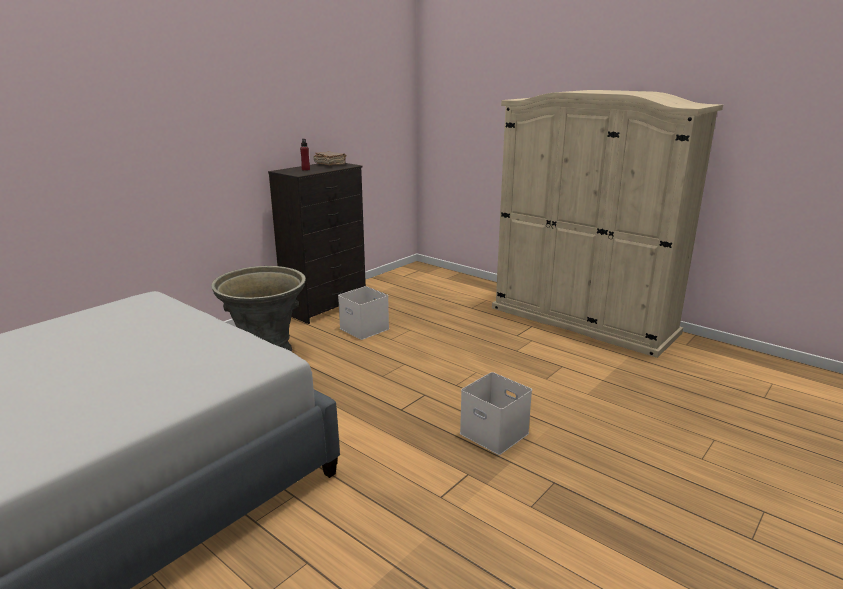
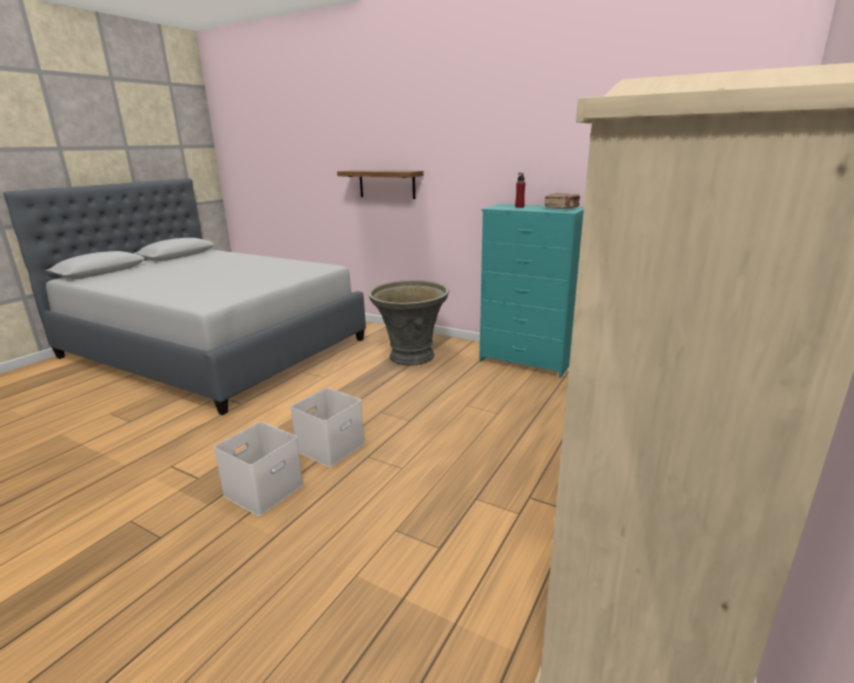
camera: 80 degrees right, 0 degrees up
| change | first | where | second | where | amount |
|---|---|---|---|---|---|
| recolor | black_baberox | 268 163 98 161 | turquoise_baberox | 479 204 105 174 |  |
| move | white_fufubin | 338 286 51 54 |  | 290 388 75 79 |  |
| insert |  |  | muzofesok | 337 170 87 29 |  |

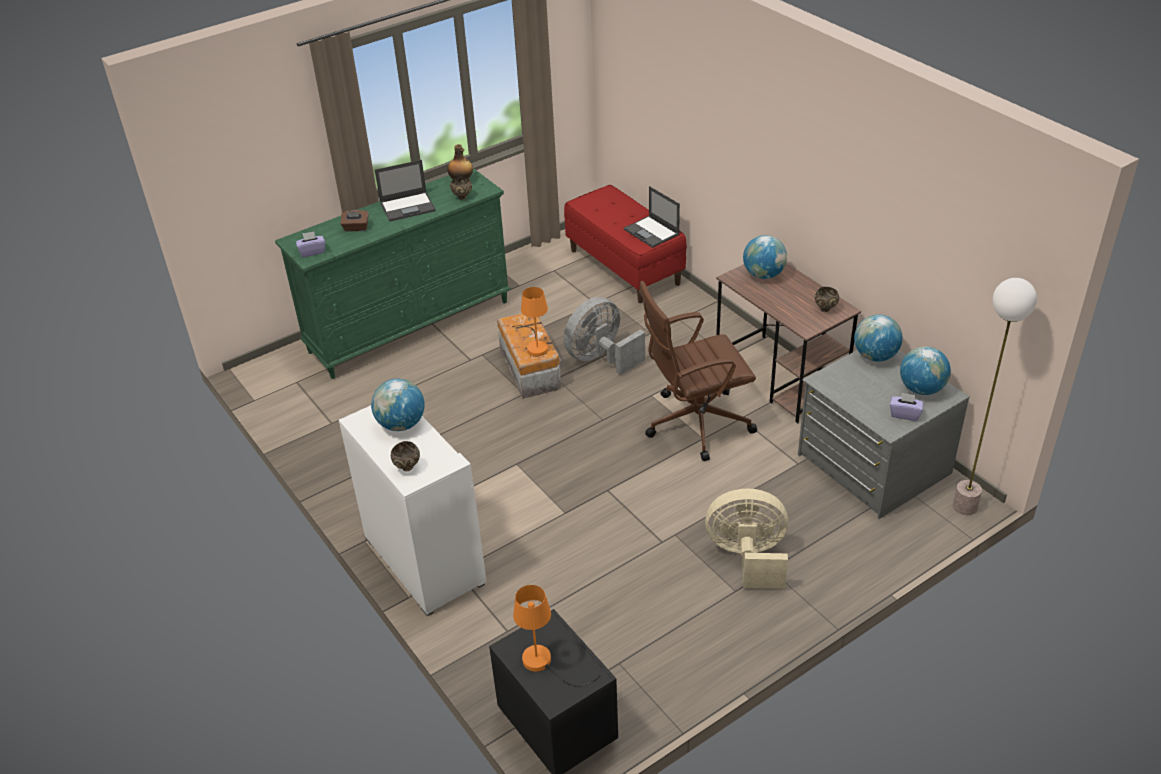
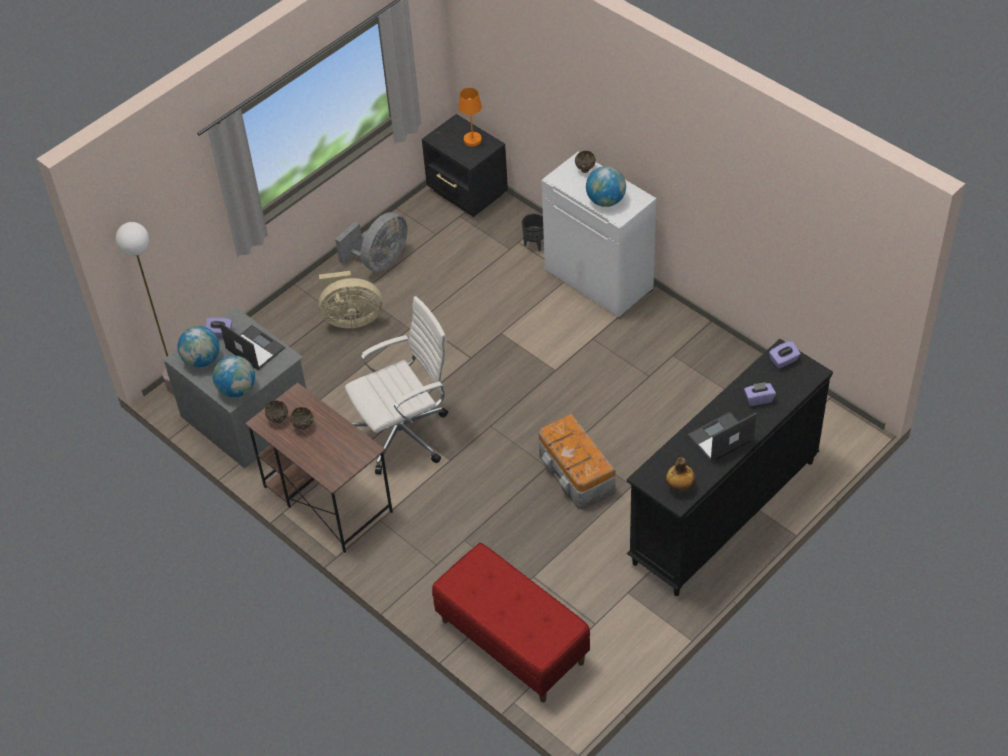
camera: 170 degrees right, 10 degrees up
| change | first | where | second | where | amount |
|---|---|---|---|---|---|
| recolor | green_baberox | 275 168 236 211 | black_baberox | 627 339 206 257 |  |
| move | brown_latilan | 450 176 22 24 |  | 290 407 23 23 |  |
| move | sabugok | 624 186 56 62 |  | 219 322 66 48 |  |
| recolor | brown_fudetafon | 340 210 29 22 | purple_fudetafon | 744 382 32 24 |  |
| delete | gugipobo | 743 235 44 44 |  |  |  |
| recolor | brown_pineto | 639 281 118 180 | white_pineto | 345 296 103 178 |  |
| delete | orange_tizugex | 512 287 36 70 |  |  |  |
| move | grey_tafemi | 564 297 81 78 |  | 335 212 73 59 |  |
| insert |  |  | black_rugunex | 522 213 22 38 |  |

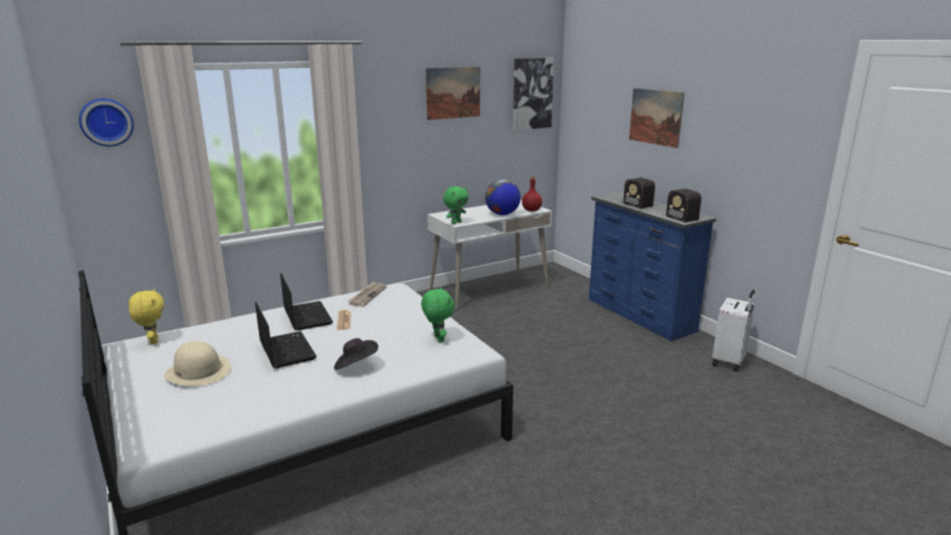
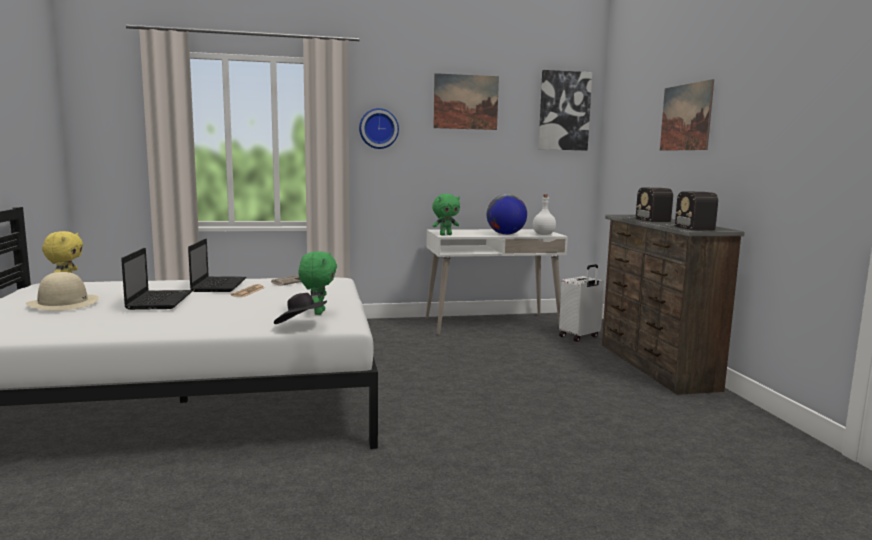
camera: 20 degrees right, 10 degrees down
| change | first | where | second | where | amount |
|---|---|---|---|---|---|
| move | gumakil | 79 98 55 49 |  | 359 108 40 41 |  |
| recolor | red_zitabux | 522 176 20 35 | white_zitabux | 533 194 23 41 |  |
| recolor | blue_baberox | 589 192 127 149 | brown_baberox | 602 215 143 180 |  |
| move | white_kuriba | 712 290 43 81 |  | 559 264 45 78 |  |
| move | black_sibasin | 334 338 44 32 |  | 274 293 53 31 |  |

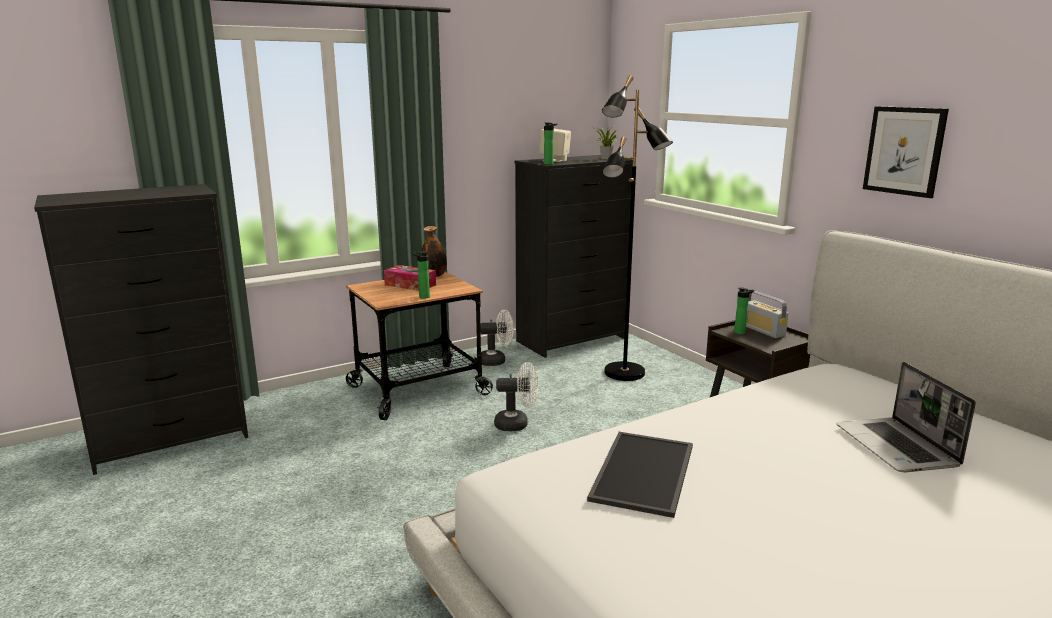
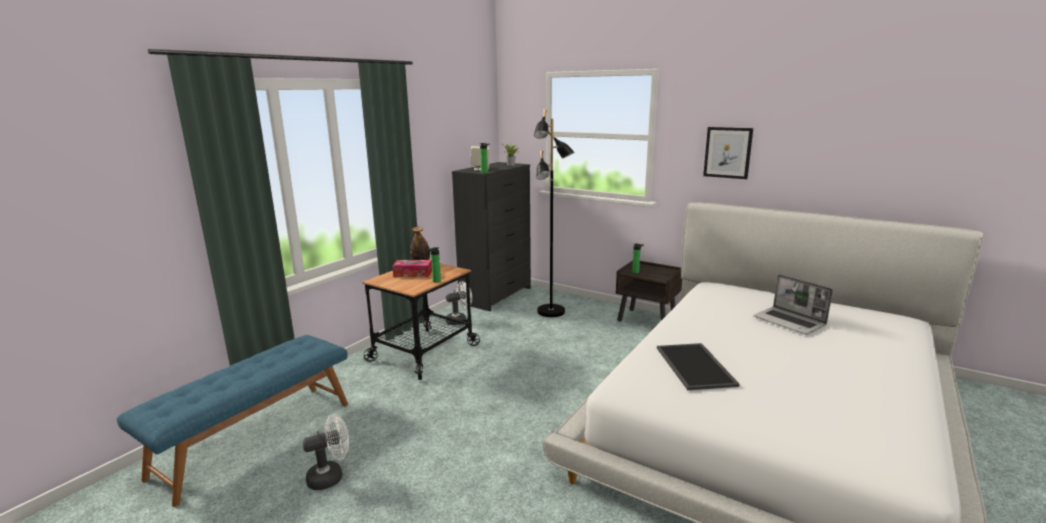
camera: 25 degrees left, 0 degrees up
| change | first | where | second | where | amount |
|---|---|---|---|---|---|
| replace | black_baberox | 34 184 214 291 | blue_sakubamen | 117 335 231 172 |  |
| delete | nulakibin | 746 291 43 47 |  |  |  |
| move | white_tafemi | 494 362 44 69 |  | 302 414 47 76 |  |

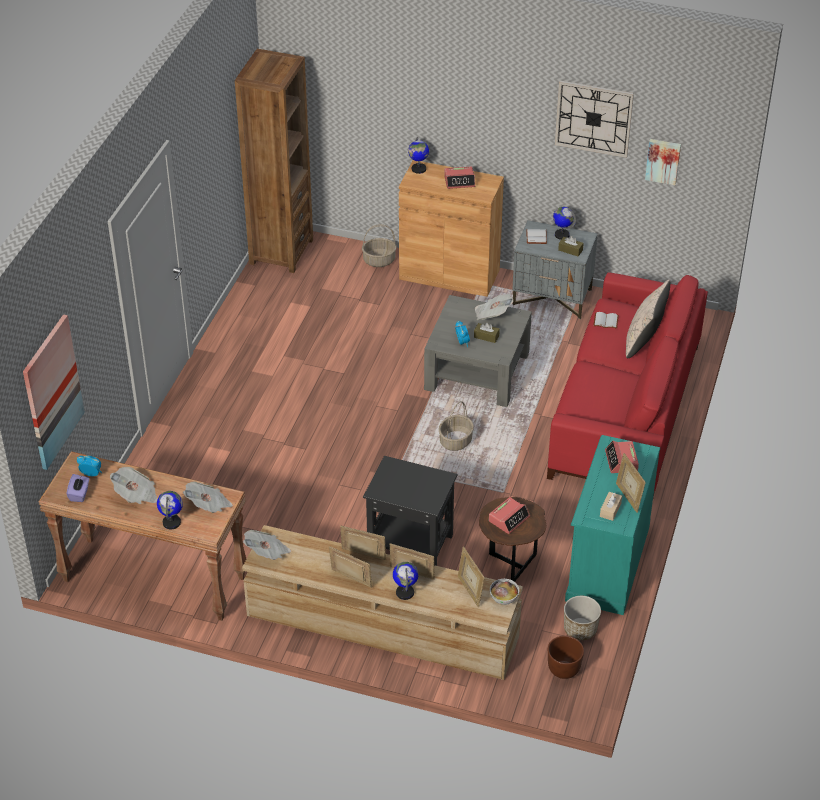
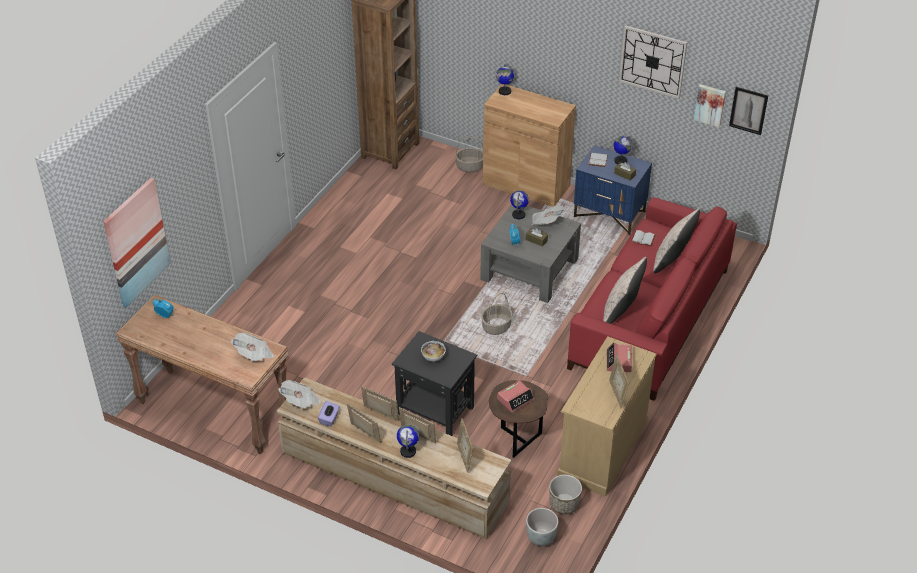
camera: 10 degrees right, 0 degrees up
| change | first | where | second | where | amount |
|---|---|---|---|---|---|
| delete | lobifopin | 444 167 31 22 |  |  |  |
| recolor | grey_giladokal | 512 220 86 99 | blue_giladokal | 574 145 78 90 |  |
| recolor | turquoise_baberox | 565 435 95 180 | beige_baberox | 557 337 100 160 |  |
| delete | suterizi | 110 467 47 37 |  |  |  |
| move | purple_fudetafon | 67 474 22 28 |  | 318 401 22 25 |  |
| move | gugipobo | 157 491 26 38 |  | 510 190 19 29 |  |
| delete | beige_fudetafon | 600 492 22 29 |  |  |  |
| move | latilan | 490 579 29 26 |  | 421 341 25 21 |  |
| recolor | brown_rugunex | 548 636 36 43 | grey_rugunex | 526 508 32 38 |  |
| insert |  |  | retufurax | 729 87 39 48 |  |
| insert |  |  | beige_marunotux | 603 257 44 67 |  |

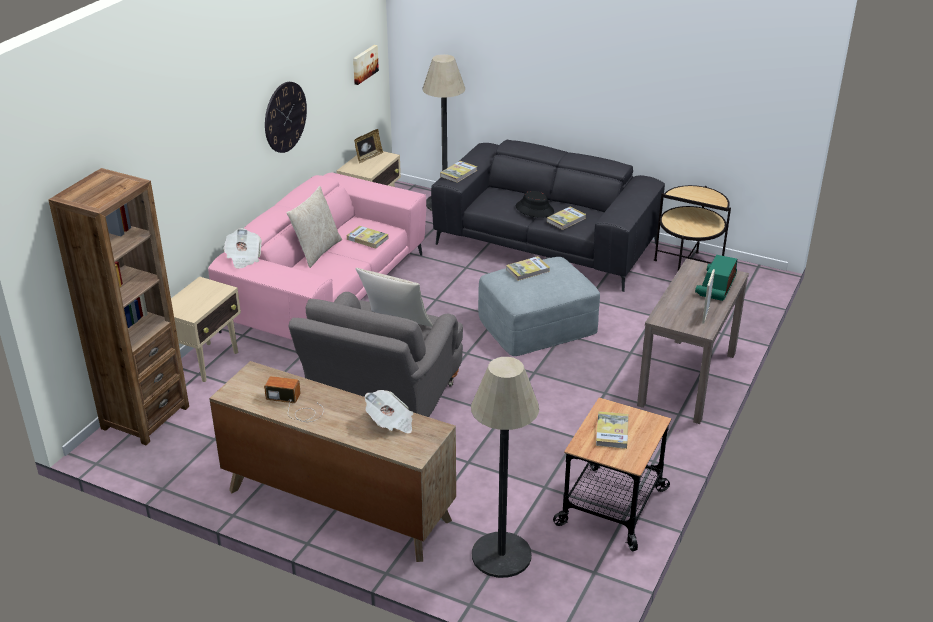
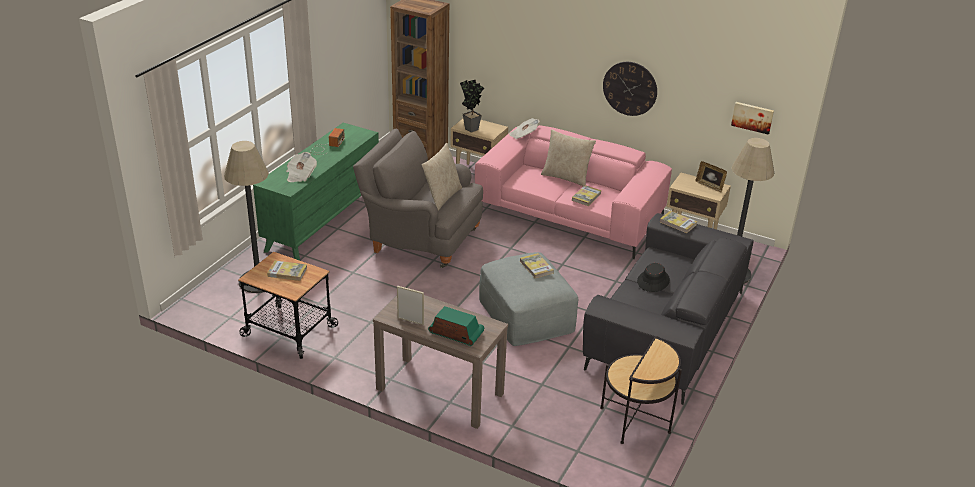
camera: 90 degrees right, 0 degrees up
| change | first | where | second | where | amount |
|---|---|---|---|---|---|
| delete | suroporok | 547 207 39 23 |  |  |  |
| recolor | brown_baberox | 209 361 247 201 | green_baberox | 253 123 126 138 |  |
| insert |  |  | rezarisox | 460 80 24 52 |  |

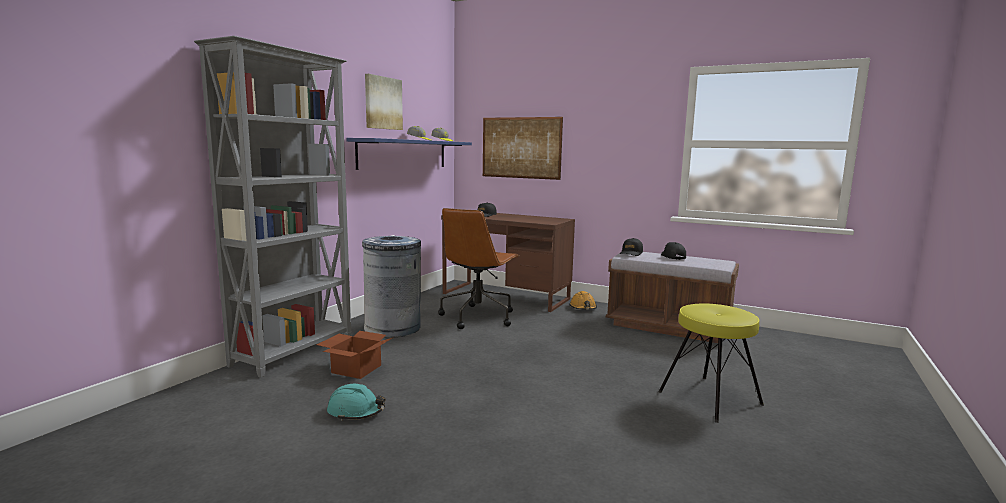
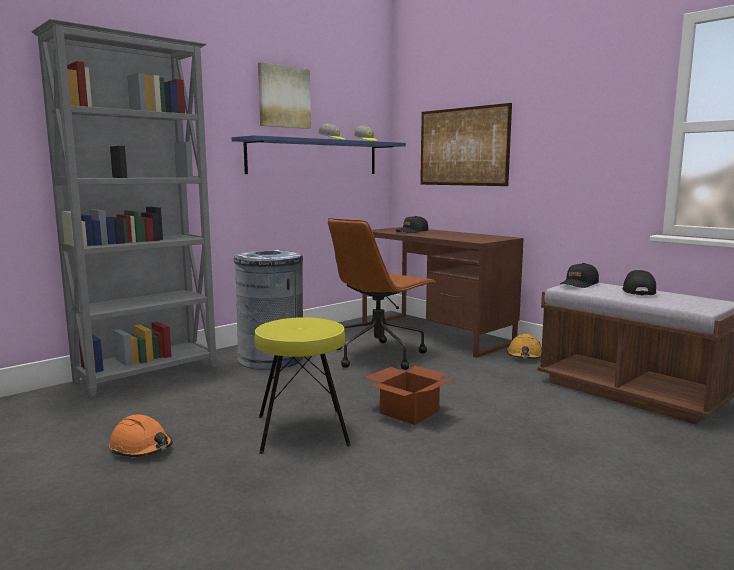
camera: 20 degrees right, 0 degrees up
| change | first | where | second | where | amount |
|---|---|---|---|---|---|
| move | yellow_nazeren | 659 303 105 120 |  | 254 317 97 137 |  |
| move | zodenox | 316 331 78 48 |  | 364 366 92 59 |  |
| recolor | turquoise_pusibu | 327 384 58 37 | orange_pusibu | 109 414 64 43 |  |

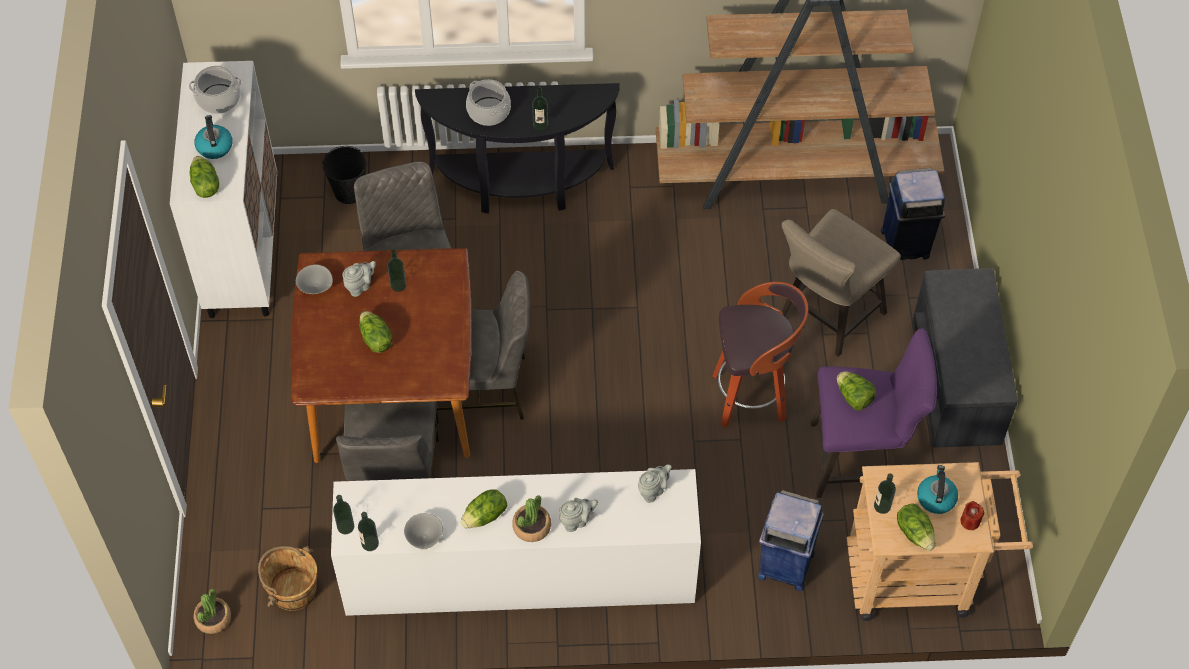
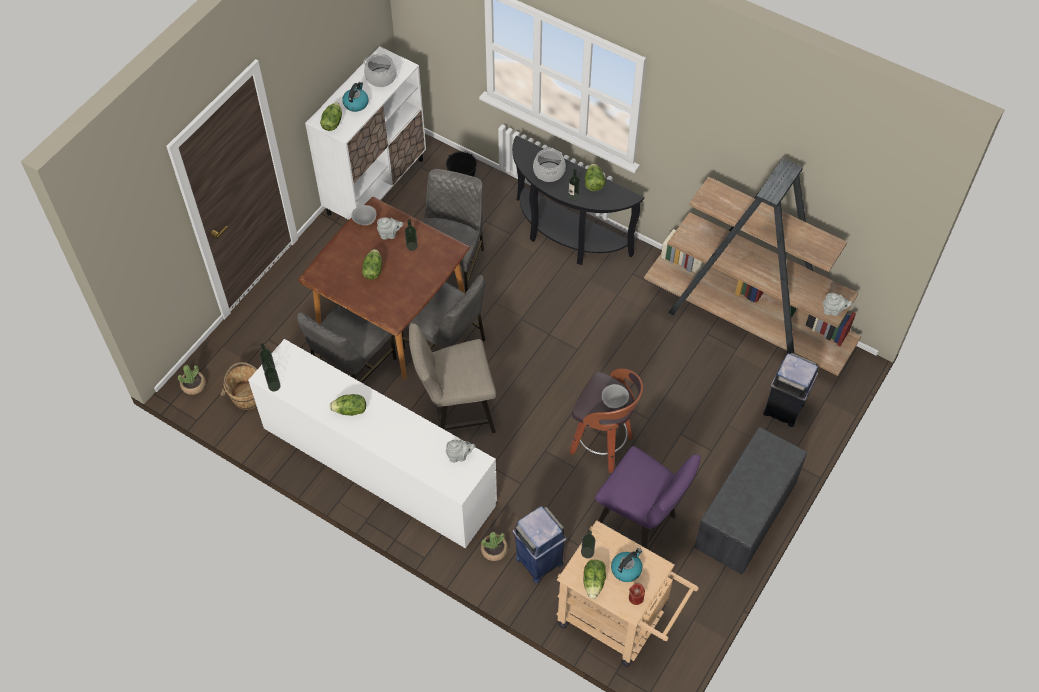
camera: 35 degrees right, 0 degrees up
| change | first | where | second | where | amount |
|---|---|---|---|---|---|
| move | beige_nazeren | 781 209 120 148 |  | 409 323 87 110 |  |
| move | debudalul | 837 371 39 39 |  | 585 164 21 27 |  |
| move | rezarisox | 512 495 39 47 |  | 481 531 27 30 |  |
| move | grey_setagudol | 560 498 38 34 |  | 823 293 30 23 |  |
| move | grey_latilan | 404 513 39 36 |  | 602 384 27 24 |  |

